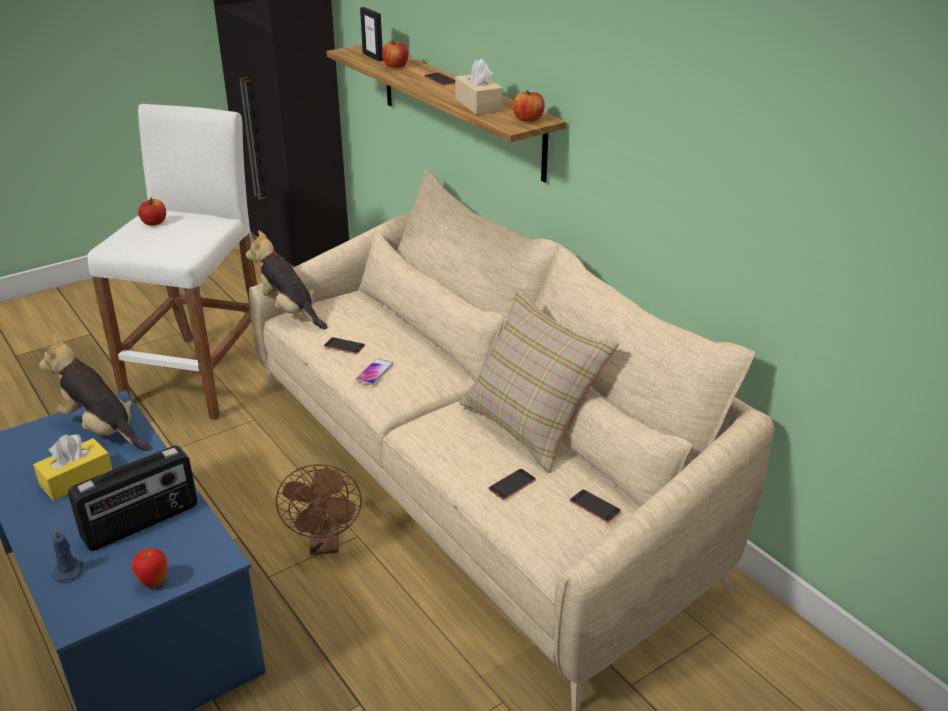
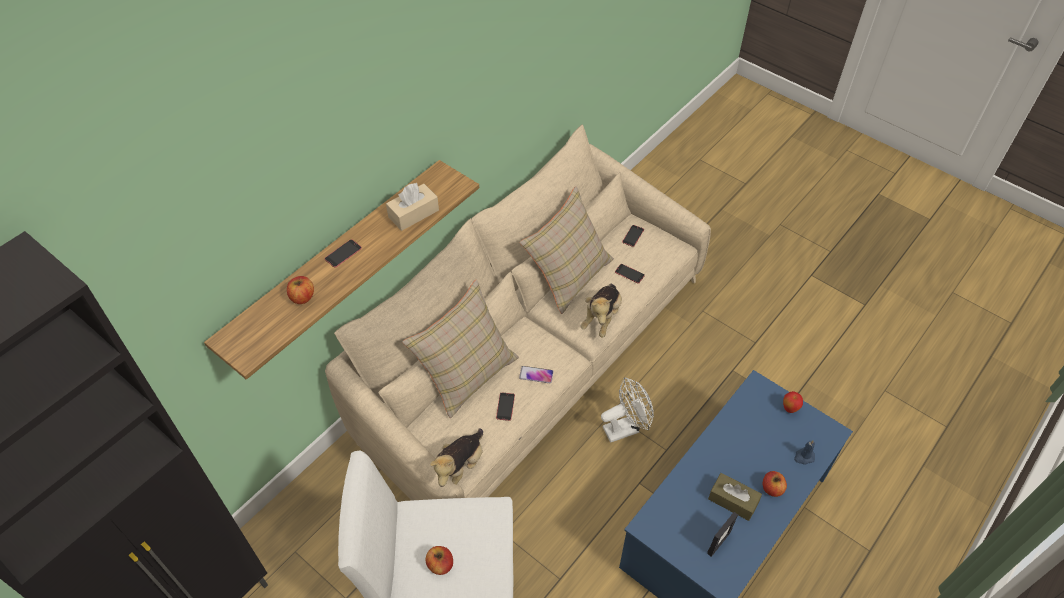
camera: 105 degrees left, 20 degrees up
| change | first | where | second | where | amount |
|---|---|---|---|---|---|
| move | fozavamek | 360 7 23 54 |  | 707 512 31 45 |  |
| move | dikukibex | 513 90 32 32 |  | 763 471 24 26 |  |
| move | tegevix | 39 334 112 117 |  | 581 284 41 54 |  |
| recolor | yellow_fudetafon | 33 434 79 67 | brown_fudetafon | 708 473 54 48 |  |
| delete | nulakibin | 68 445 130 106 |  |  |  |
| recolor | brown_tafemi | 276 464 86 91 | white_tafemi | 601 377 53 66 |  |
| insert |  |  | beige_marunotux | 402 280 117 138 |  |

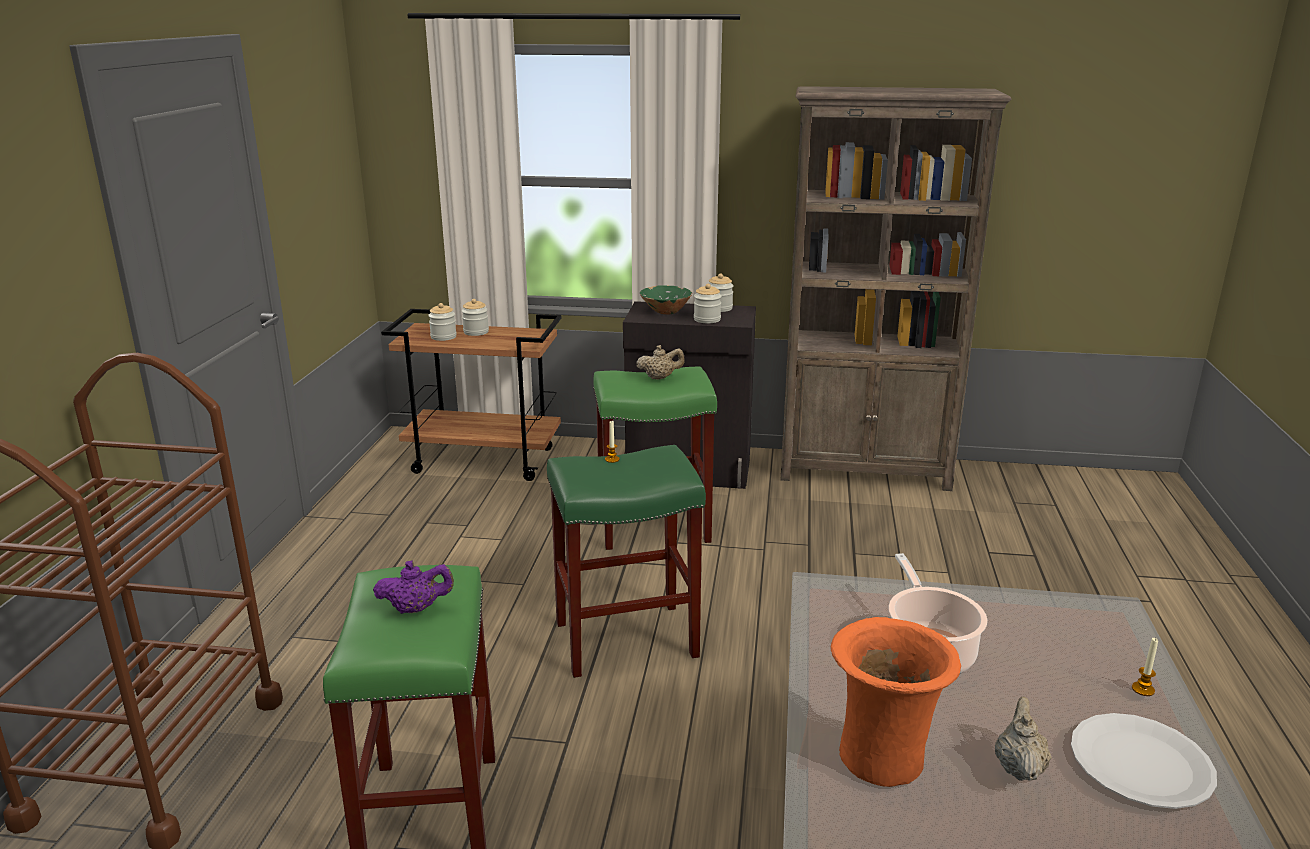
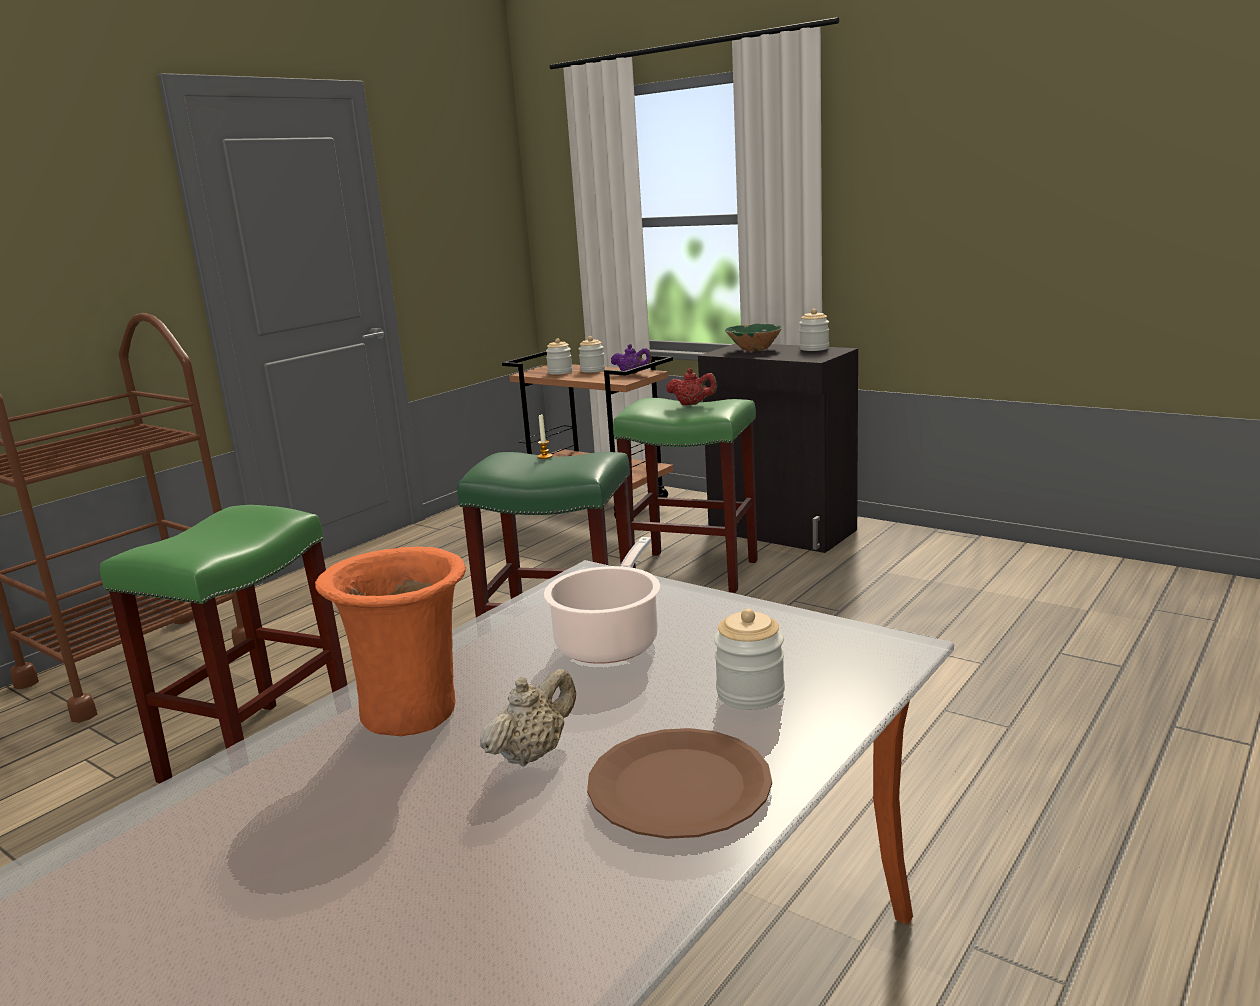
camera: 30 degrees right, 5 degrees down
| change | first | where | second | where | amount |
|---|---|---|---|---|---|
| delete | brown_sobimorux | 780 86 231 405 |  |  |  |
| move | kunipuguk | 694 284 28 39 |  | 714 609 71 101 |  |
| recolor | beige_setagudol | 636 345 49 34 | red_setagudol | 666 368 51 37 |  |
| move | purple_setagudol | 373 560 81 54 |  | 611 344 41 31 |  |
| delete | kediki | 1132 637 26 59 |  |  |  |
| recolor | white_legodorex | 1071 713 146 96 | brown_legodorex | 587 728 185 111 |  |

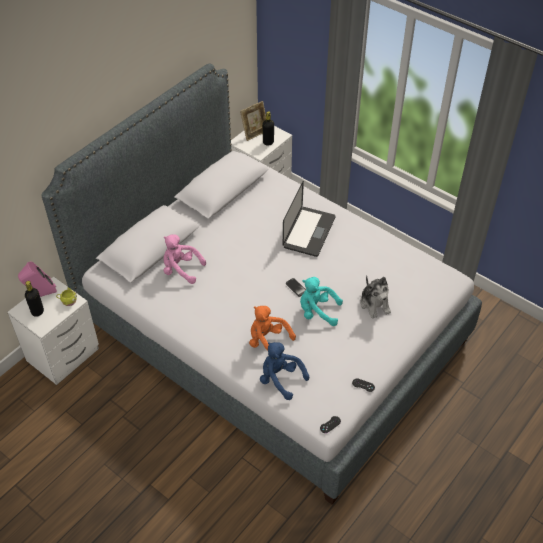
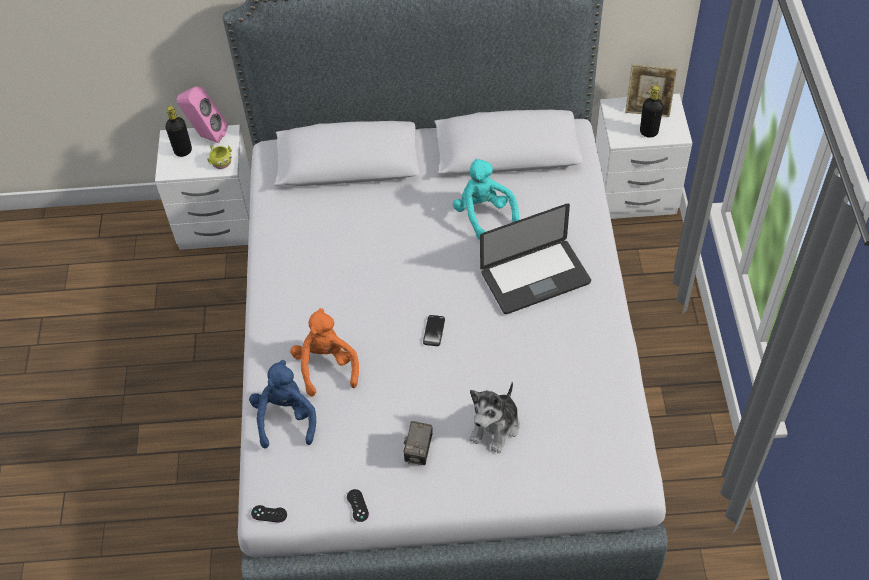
camera: 50 degrees right, 5 degrees up
| change | first | where | second | where | amount |
|---|---|---|---|---|---|
| delete | pink_tegevix | 163 234 43 50 |  |  |  |
| move | turquoise_tegevix | 300 277 43 49 |  | 453 158 66 82 |  |
| insert |  |  | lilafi | 403 421 30 44 |  |

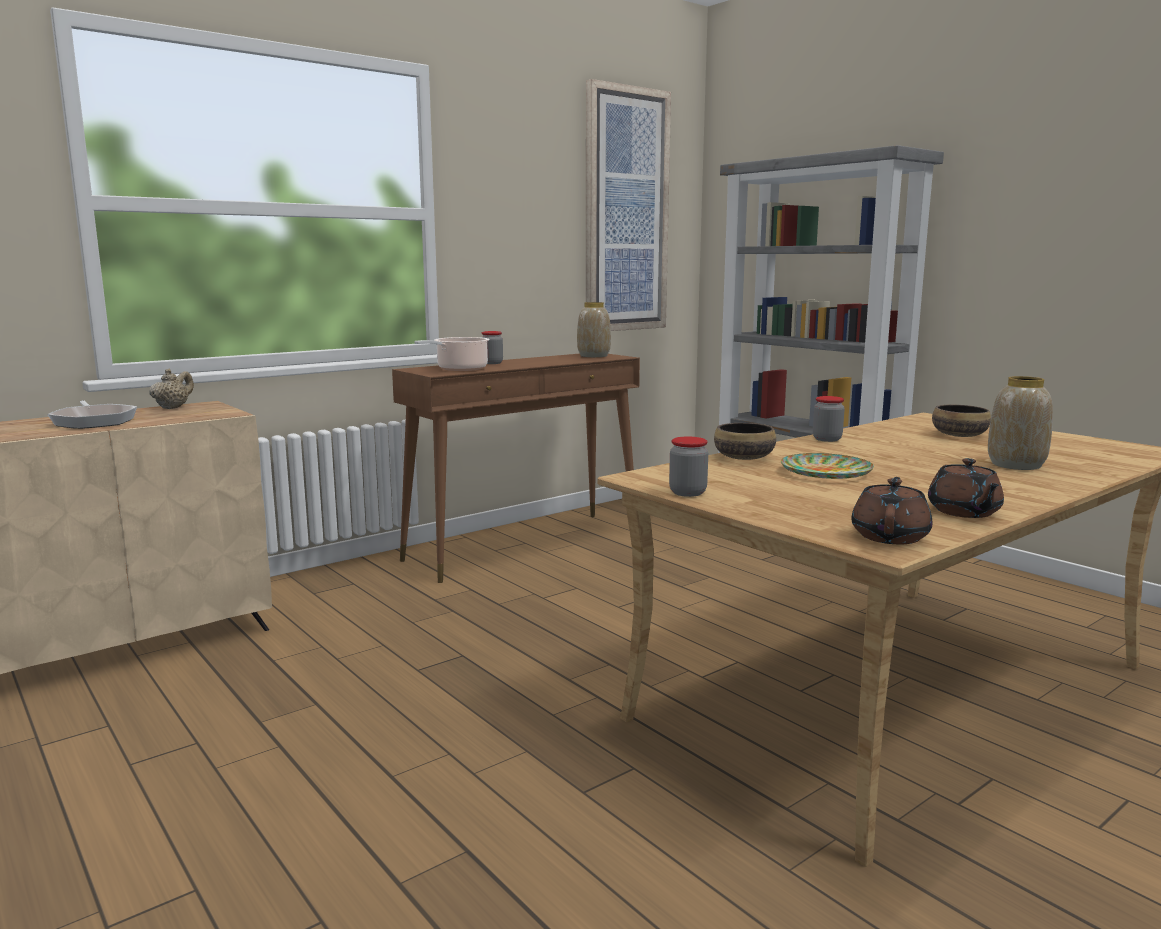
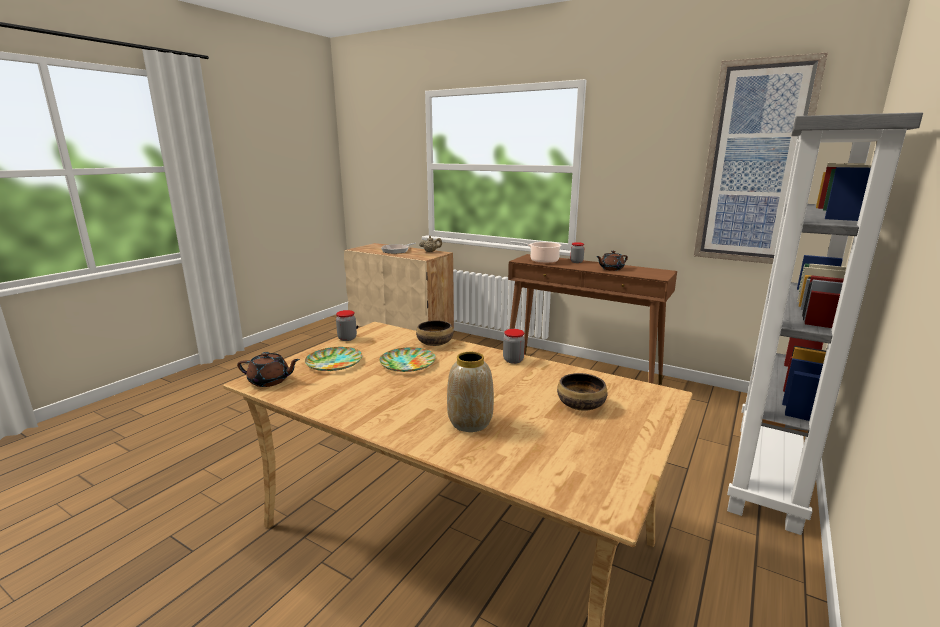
camera: 70 degrees right, 5 degrees up
| change | first | where | second | where | amount |
|---|---|---|---|---|---|
| delete | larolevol | 577 302 34 55 |  |  |  |
| move | brown_setagudol | 928 458 76 60 |  | 596 251 32 20 |  |
| insert |  |  | legodorex | 305 347 57 24 |  |

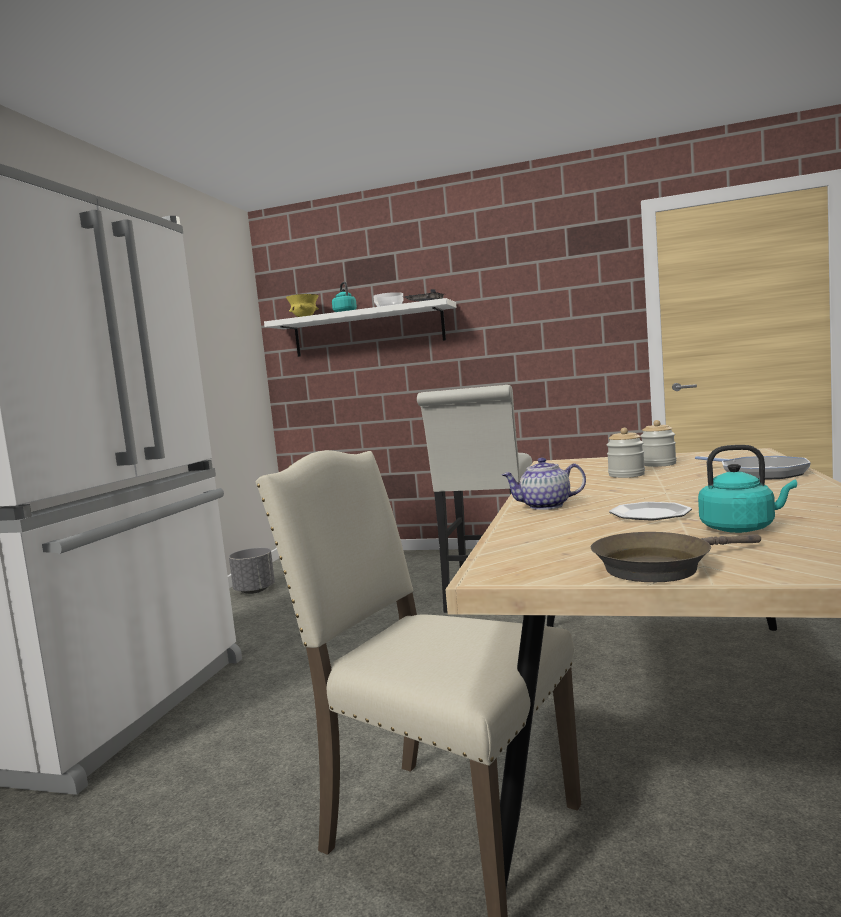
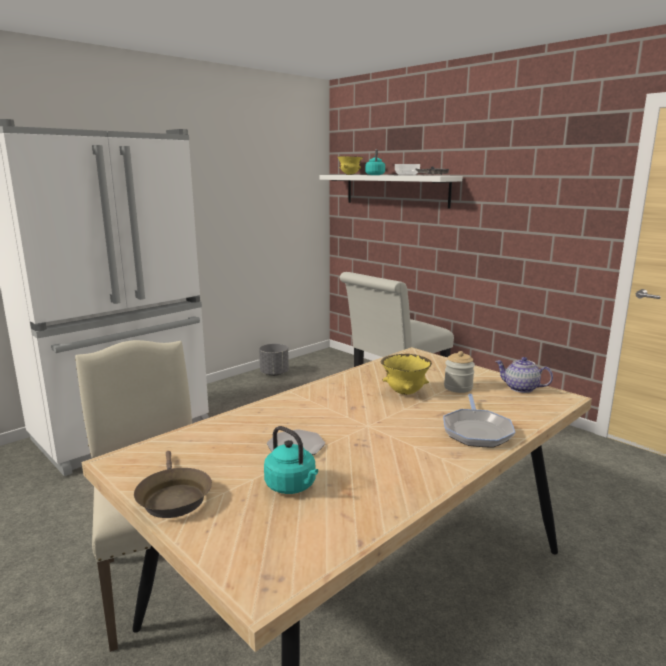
camera: 30 degrees right, 10 degrees up
| change | first | where | second | where | amount |
|---|---|---|---|---|---|
| replace | kunipuguk | 607 428 38 50 | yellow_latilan | 381 354 51 41 |  |
| move | setagudol | 501 457 85 53 |  | 495 357 58 36 |  |
| rotate | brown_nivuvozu | 591 532 170 50 |  | 134 451 78 67 | 120 degrees counterclockwise |

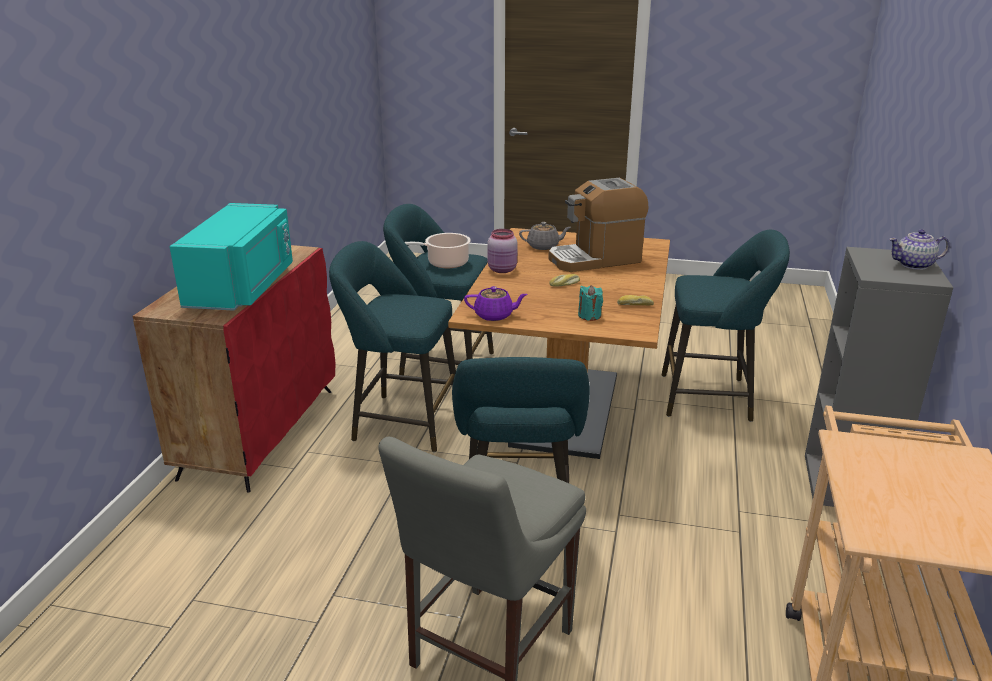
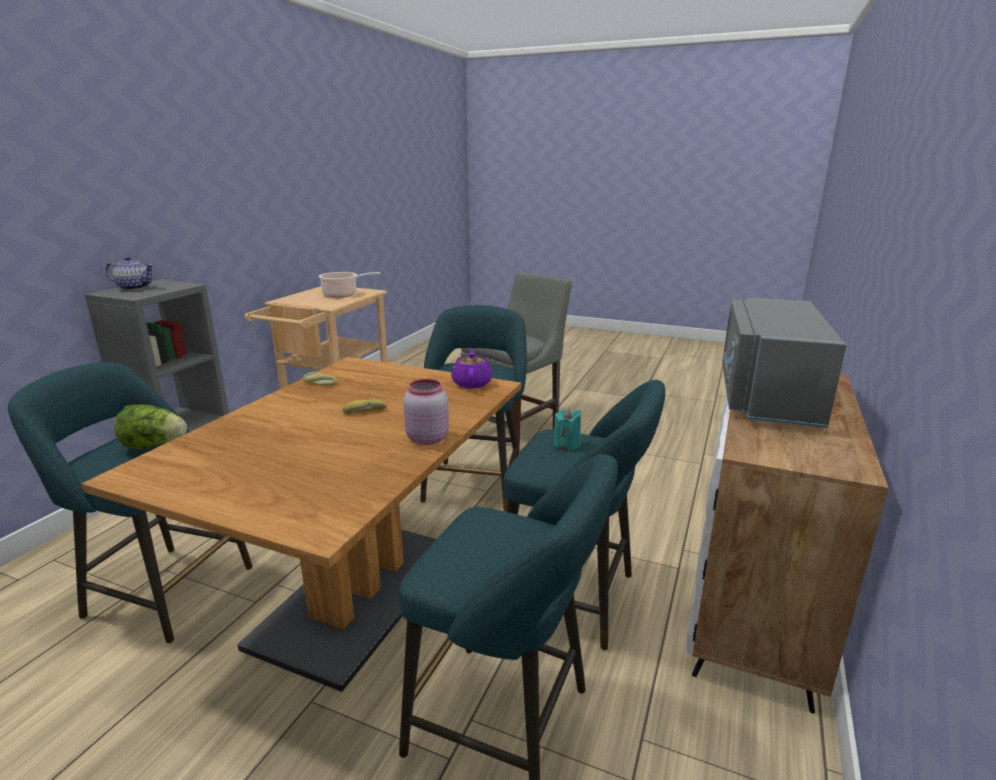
camera: 170 degrees left, 5 degrees down
| change | first | where | second | where | amount |
|---|---|---|---|---|---|
| delete | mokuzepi | 548 178 101 94 |  |  |  |
| recolor | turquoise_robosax | 170 203 123 108 | grey_robosax | 722 297 124 131 |  |
| delete | grey_setagudol | 519 222 52 28 |  |  |  |
| move | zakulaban | 405 233 66 35 |  | 318 272 63 26 |  |
| recolor | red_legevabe | 133 245 202 247 | white_legevabe | 687 374 201 339 |  |
| move | turquoise_kediki | 578 285 25 36 |  | 554 407 27 43 |  |
| rotate | purple_setagudol | 464 286 64 35 |  | 451 349 41 40 | 75 degrees clockwise |
| insert |  |  | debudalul | 114 405 73 44 |  |

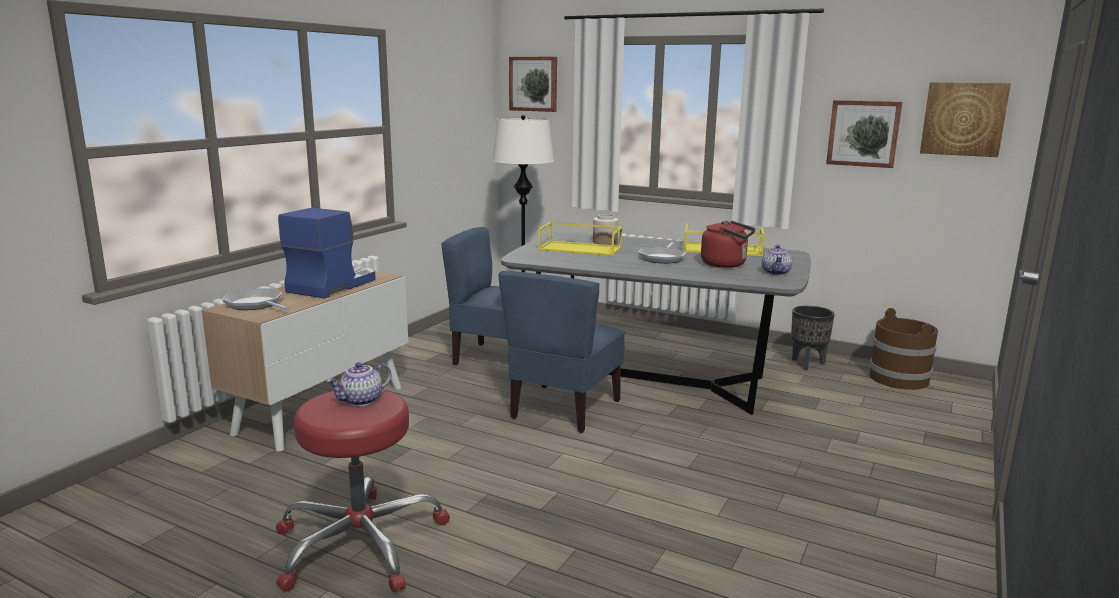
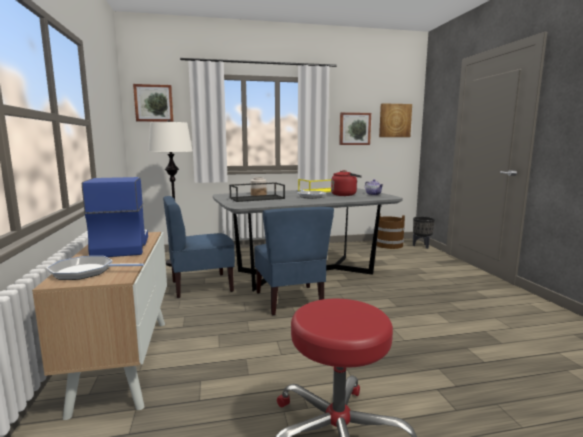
camera: 40 degrees left, 5 degrees down
| change | first | where | second | where | amount |
|---|---|---|---|---|---|
| recolor | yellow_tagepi | 538 222 85 34 | black_tagepi | 229 182 56 20 |  |
| move | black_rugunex | 791 306 44 64 |  | 413 217 22 32 |  |
| delete | setagudol | 327 362 64 44 |  |  |  |

